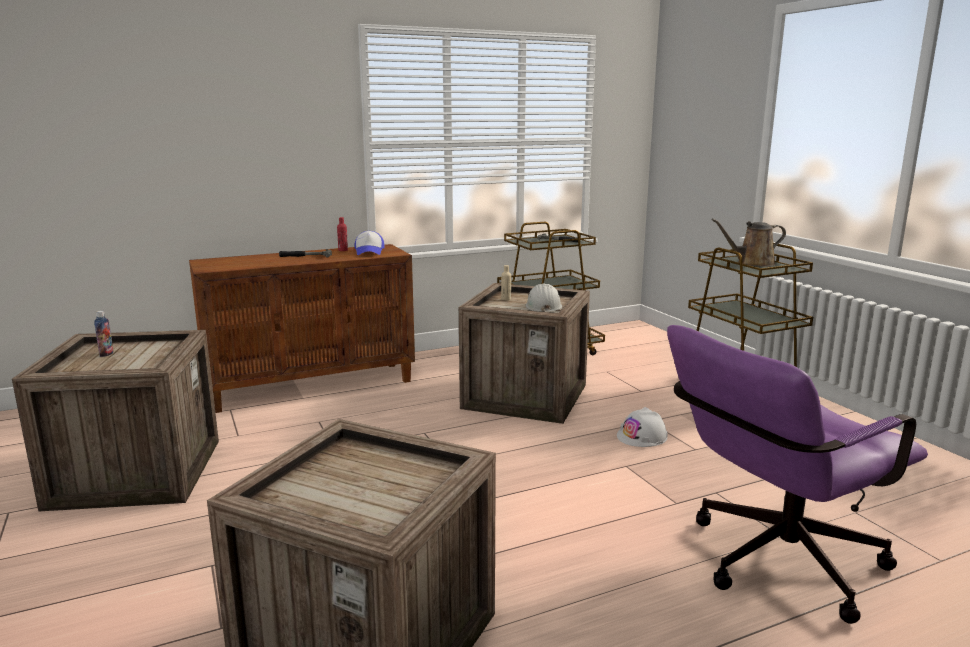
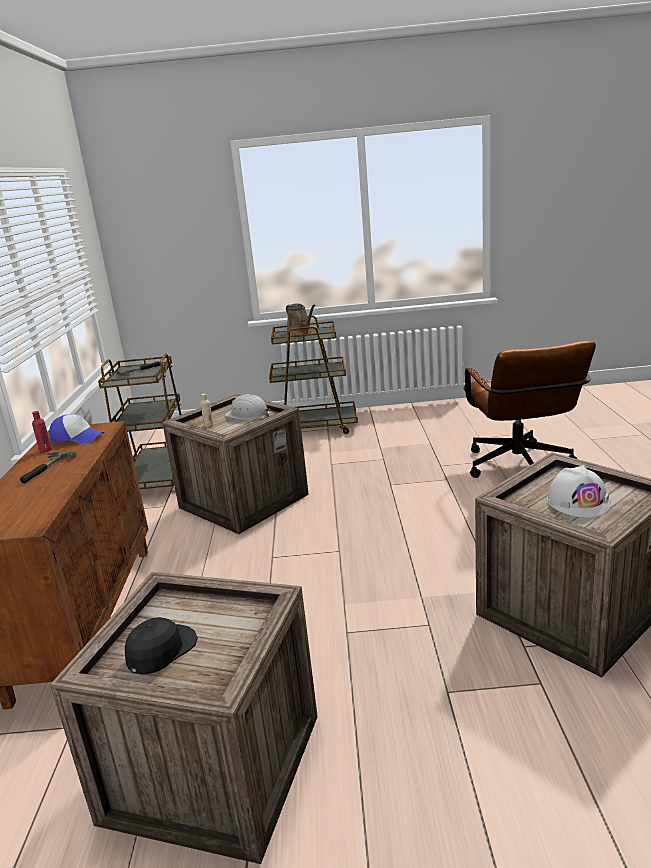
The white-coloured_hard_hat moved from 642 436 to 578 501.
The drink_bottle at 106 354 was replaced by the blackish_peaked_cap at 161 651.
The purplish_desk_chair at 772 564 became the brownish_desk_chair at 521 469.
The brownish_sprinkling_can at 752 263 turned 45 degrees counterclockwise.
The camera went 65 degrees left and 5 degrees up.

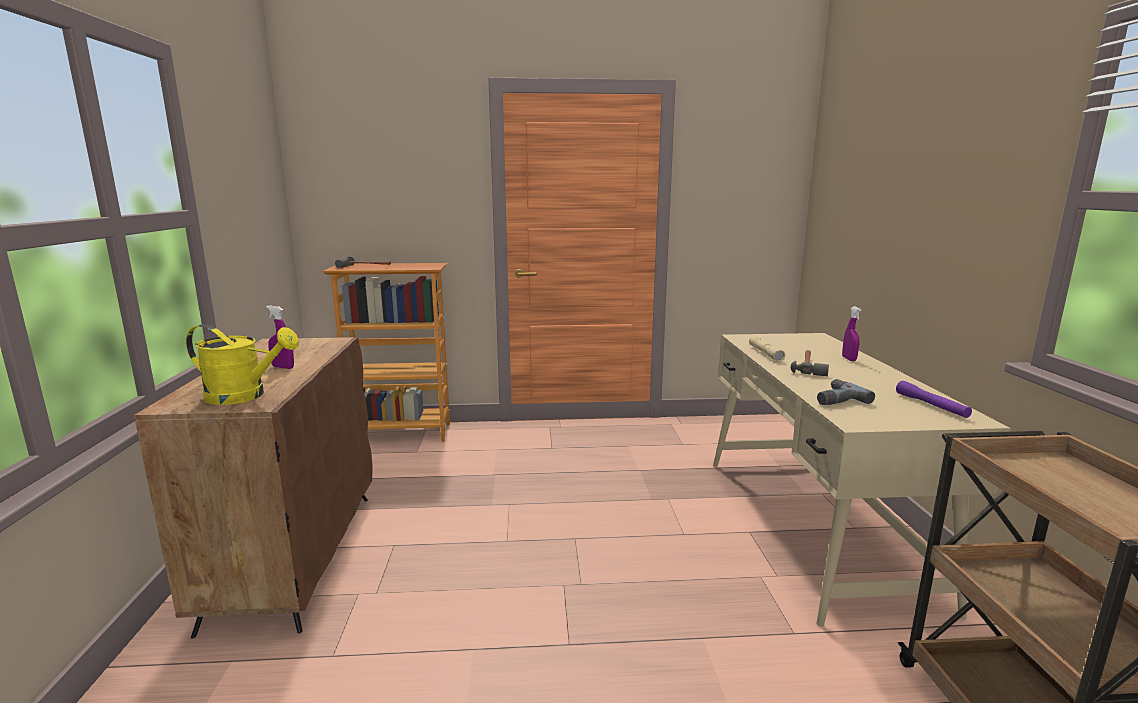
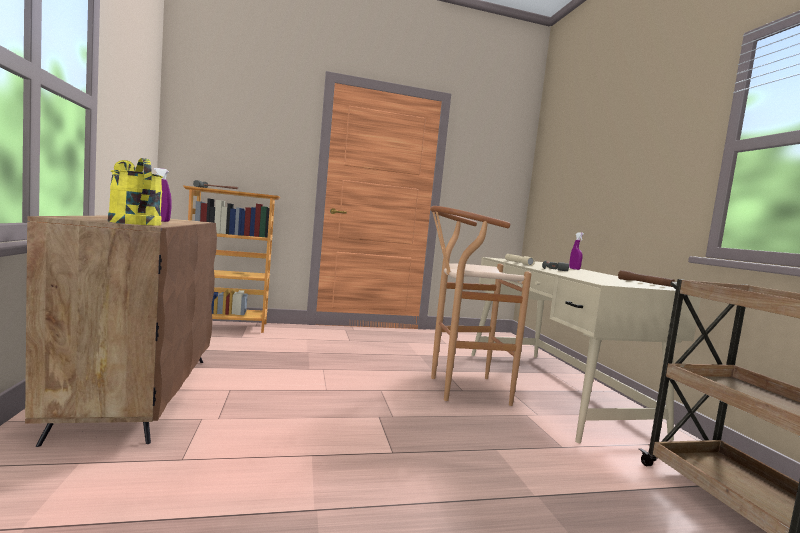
The electric_drill at 834 398 disappeared.
The brownish_stool at 460 389 appeared.
The purplish_flashlight at 931 405 became the brownish_flashlight at 644 283.
The yellow_sprinkling_can at 245 396 turned 135 degrees counterclockwise.
The camera went 10 degrees left and 10 degrees down.

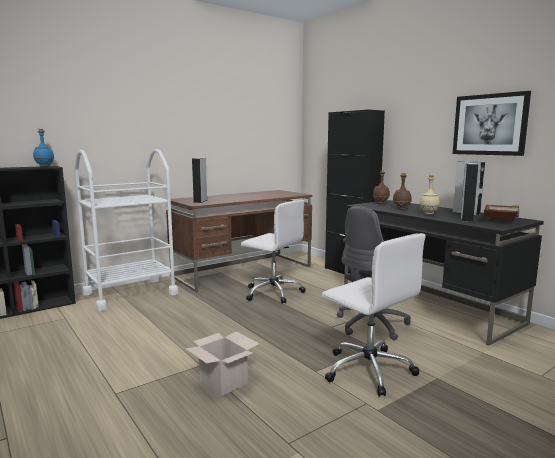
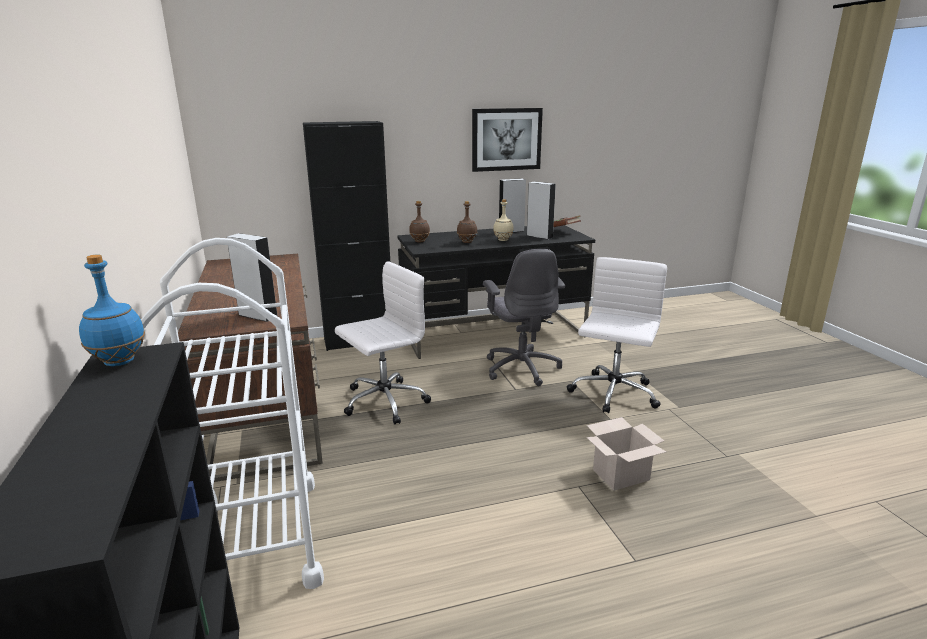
The white-coloured_desk_chair at 367 369 turned 45 degrees counterclockwise.
The camera went 70 degrees left and 10 degrees up.

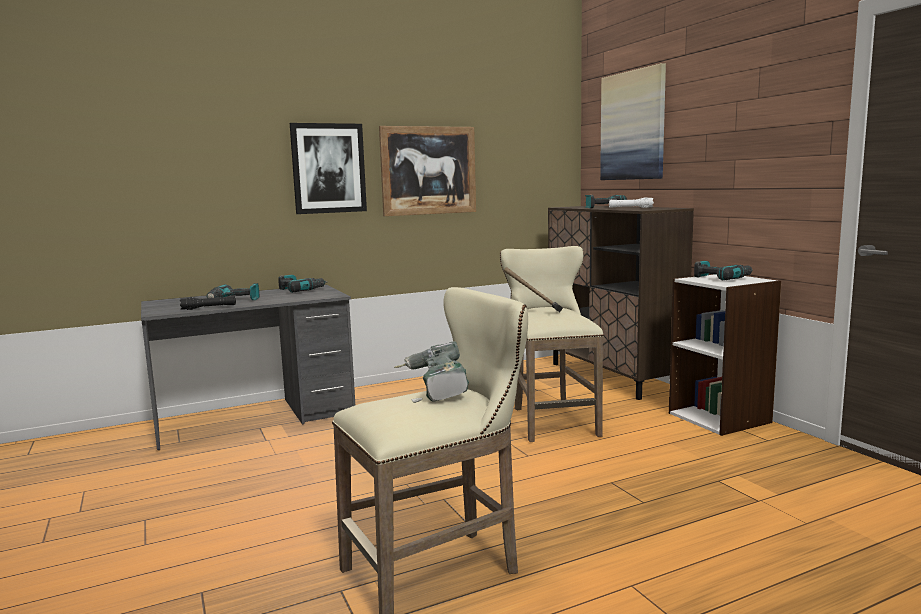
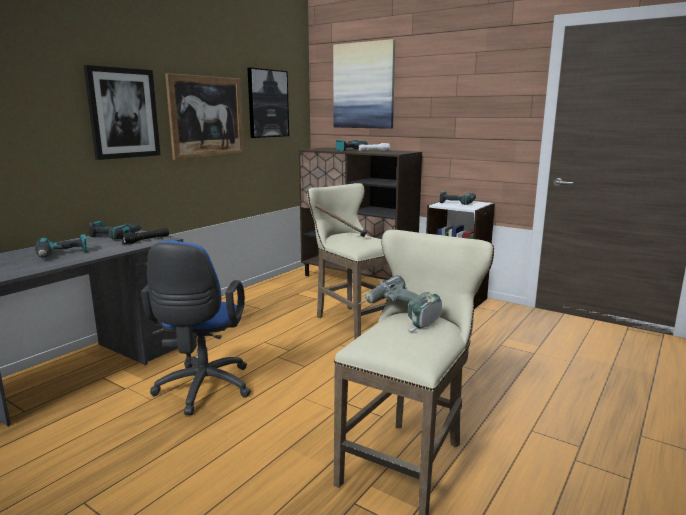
The blue-coloured_desk_chair at 202 390 appeared.
The picture at 267 103 appeared.
The blackish_flashlight moved from 209 308 to 146 240.
The camera went 30 degrees left and 5 degrees up.

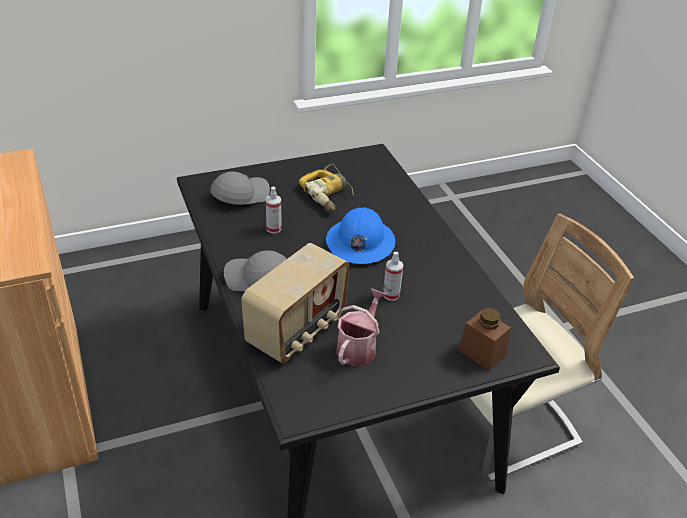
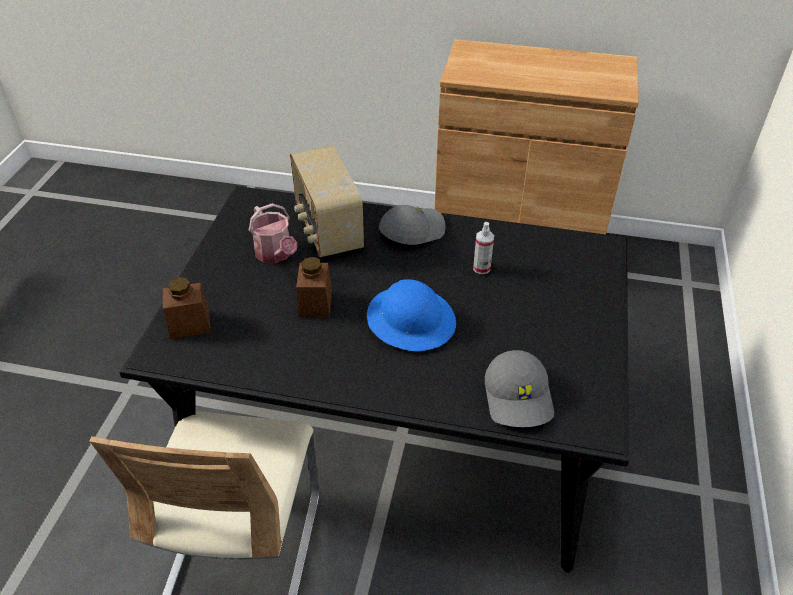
The electric_drill at 329 194 disappeared.
The greyish_peaked_cap moved from 240 195 to 519 397.
The hand_sprayer at 391 295 was replaced by the brownish_preserve_jar at 315 304.
The camera went 125 degrees right and 5 degrees up.

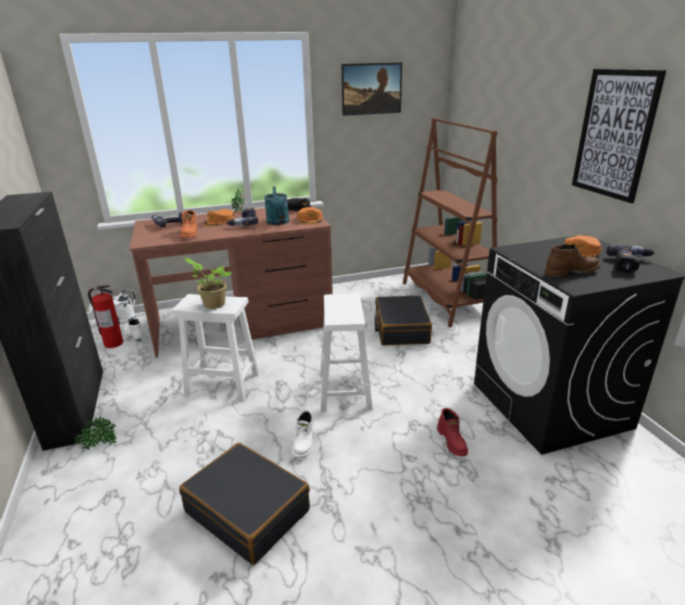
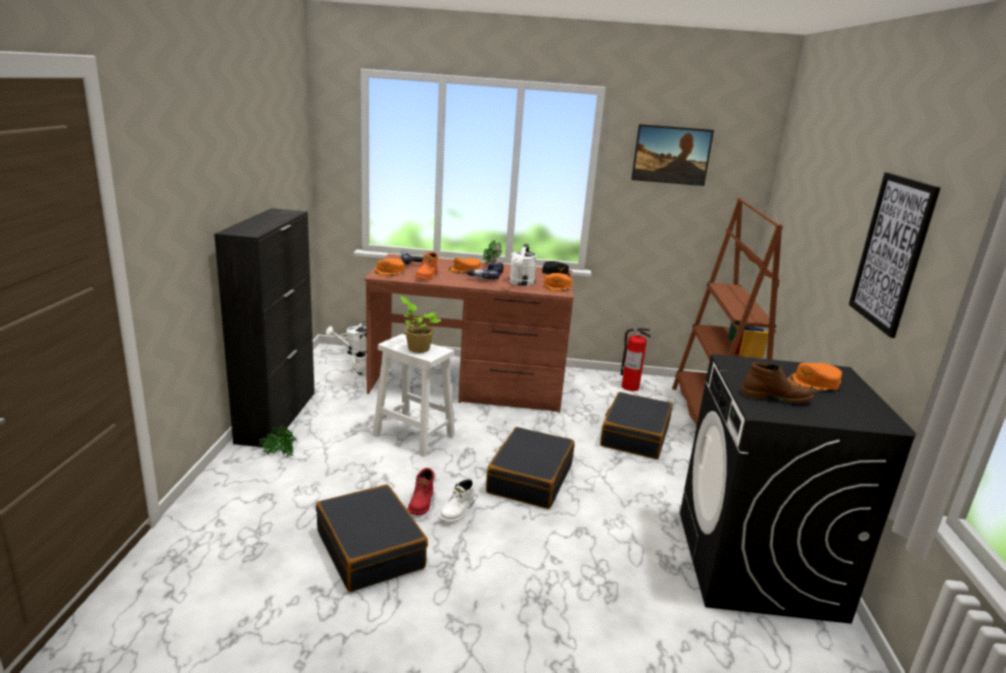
The electric_drill at 630 265 disappeared.
The orange-coloured_peaked_cap at 389 272 appeared.
The fire_extinguisher moved from 113 343 to 629 387.
The reddish_boot moved from 452 441 to 422 503.
The white-coloured_stool at 345 392 was replaced by the blackish_travel_case at 529 478.
The turquoise-coloured_sprinkling_can at 278 223 became the white-coloured_sprinkling_can at 521 283.
The camera went 20 degrees right and 5 degrees down.

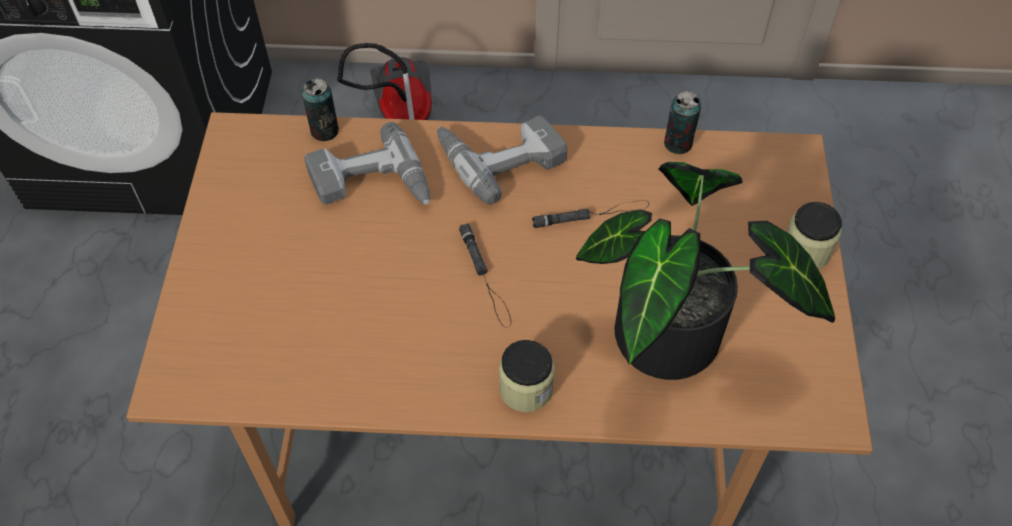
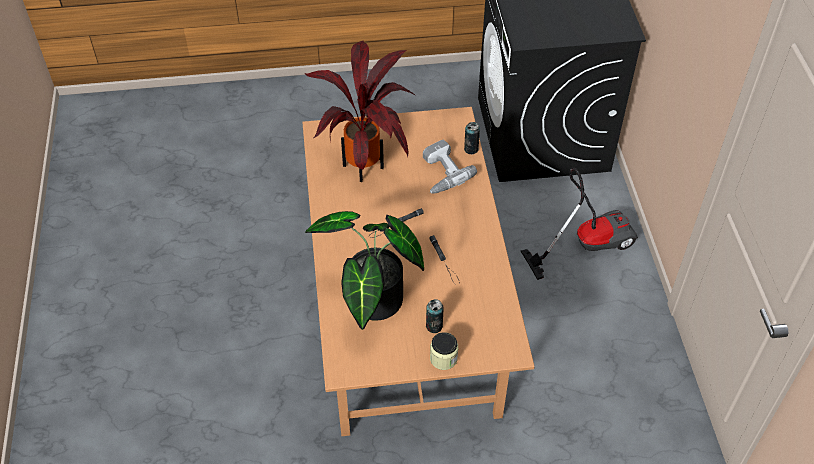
The electric_drill at 499 156 disappeared.
The preserve_jar at 526 388 disappeared.
The plant_in_a_pot at 368 166 appeared.
The can moved from 678 144 to 434 326.
The camera went 80 degrees right and 5 degrees down.

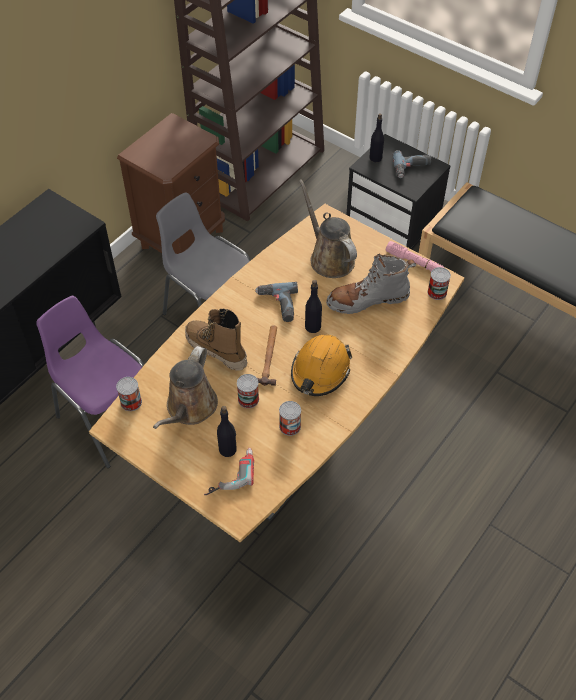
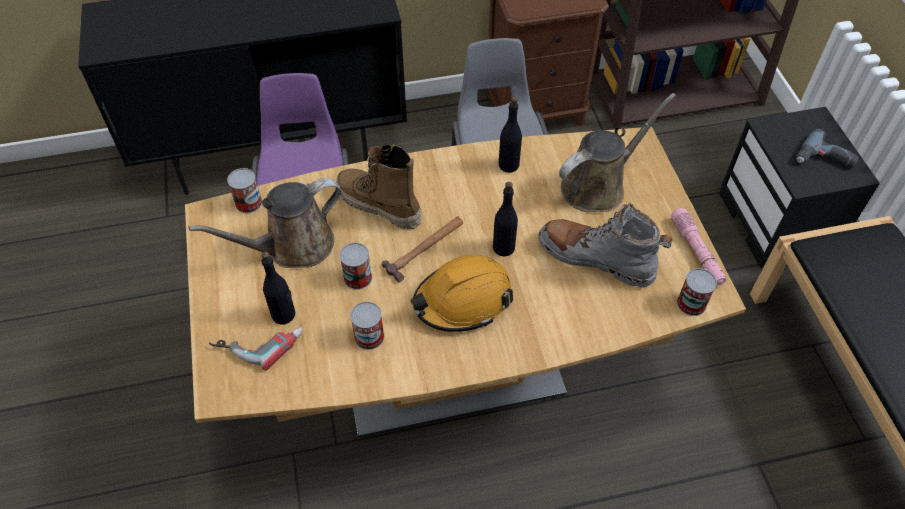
The electric_drill at 277 305 disappeared.
The blackish_drink_bottle moved from 375 158 to 509 165.
The boot at 216 350 turned 45 degrees counterclockwise.
The brownish_sprinkling_can at 329 257 turned 45 degrees clockwise.
The camera went 40 degrees right and 0 degrees up.

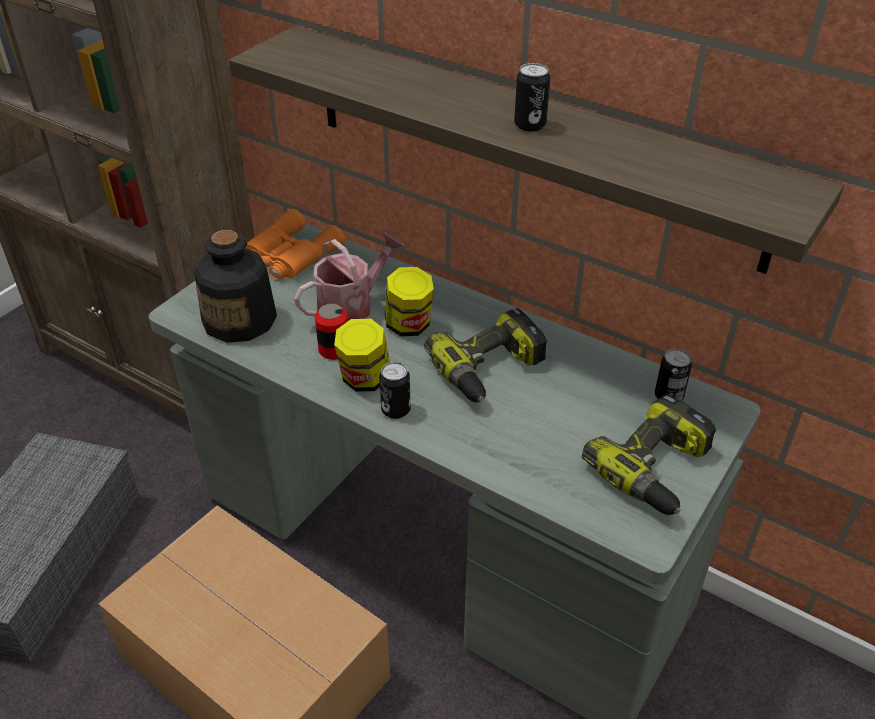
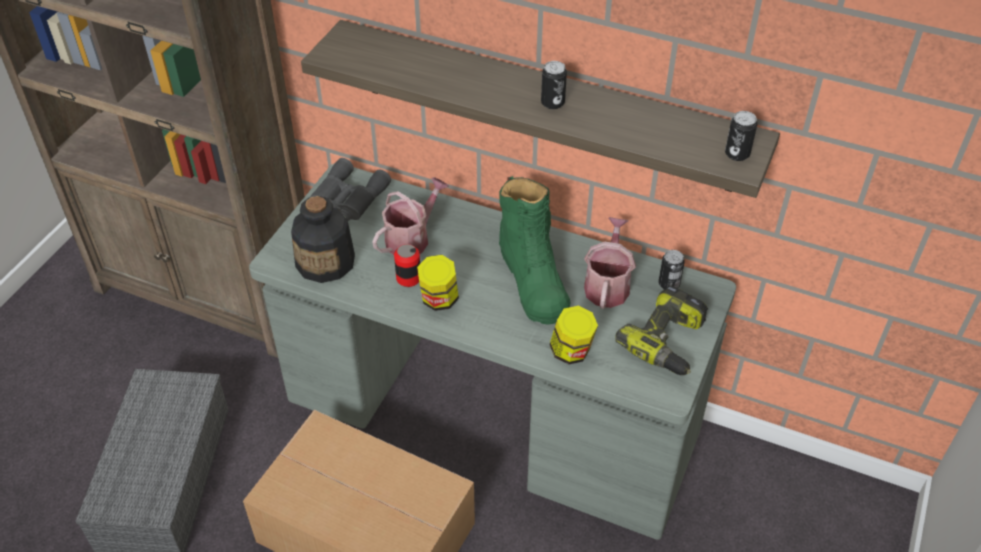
The sprinkling_can at 607 285 appeared.
The can moved from 395 410 to 737 154.
The preserve_jar moved from 409 326 to 571 352.
The electric_drill at 490 370 was replaced by the green-coloured_boot at 532 280.
The orange-coloured_field_glasses at 289 255 became the greyish_field_glasses at 347 199.
The camera went 10 degrees left and 5 degrees up.

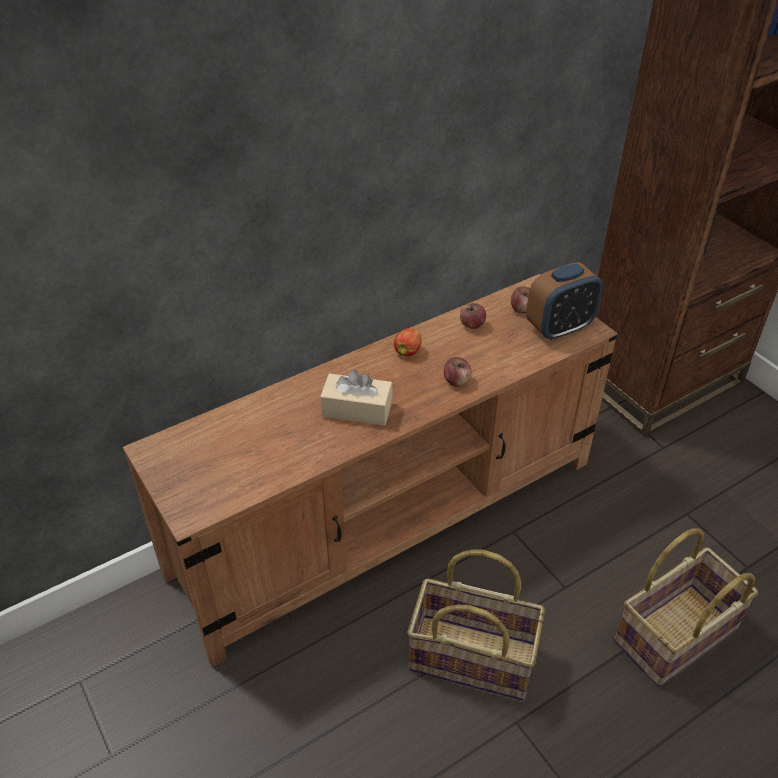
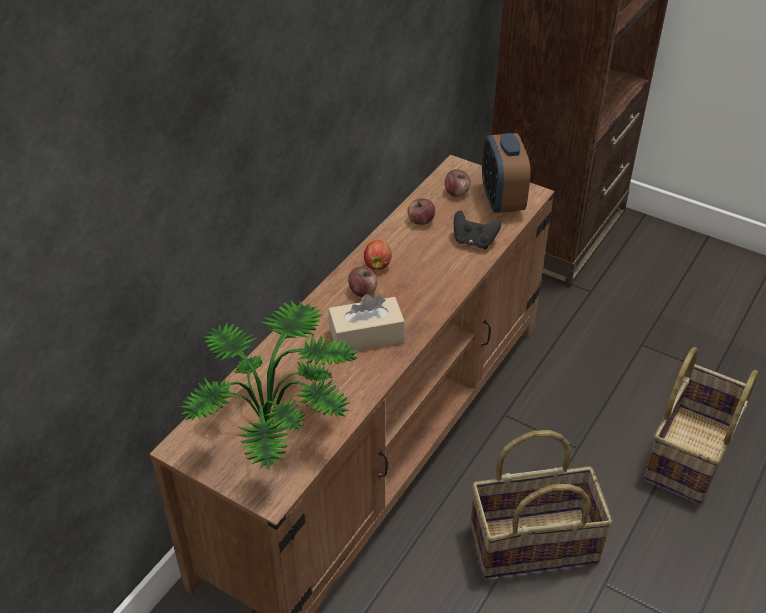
The plant_in_a_pot at 278 426 appeared.
The blackish_gamepad at 474 241 appeared.
The whole_apple moved from 456 381 to 363 291.
The bedside_clock at 559 328 turned 135 degrees clockwise.
The camera went 25 degrees left and 0 degrees up.

